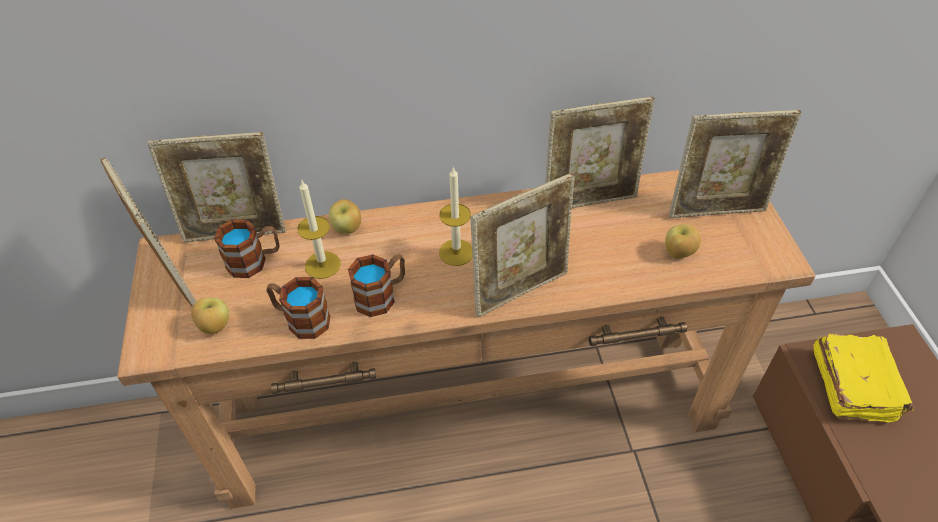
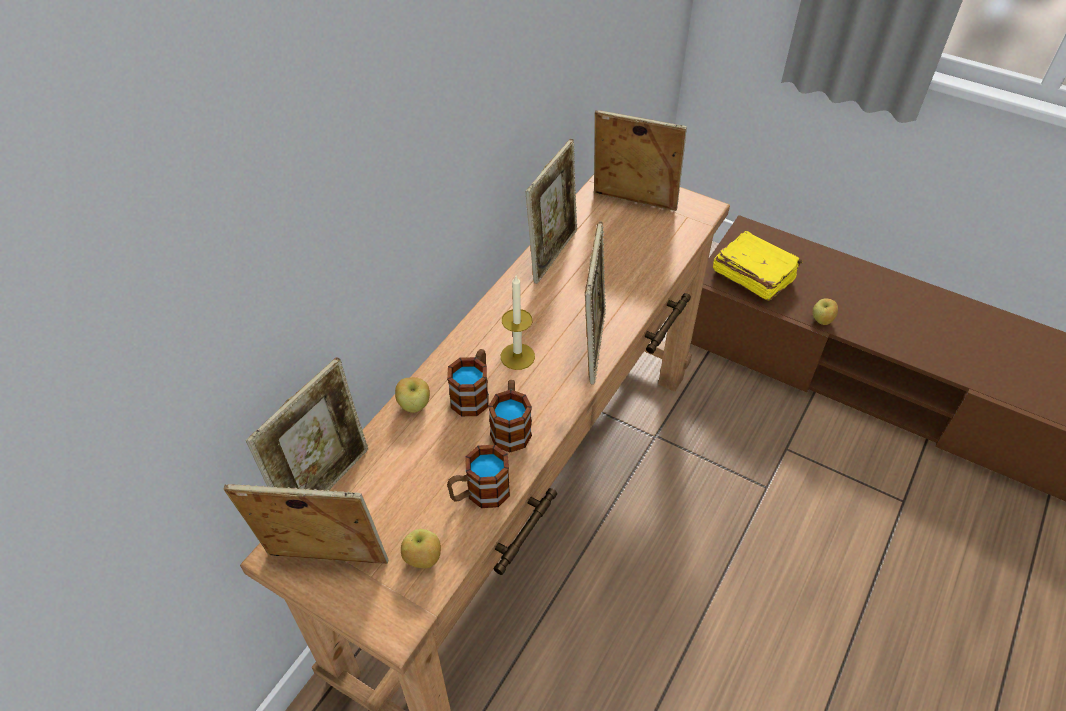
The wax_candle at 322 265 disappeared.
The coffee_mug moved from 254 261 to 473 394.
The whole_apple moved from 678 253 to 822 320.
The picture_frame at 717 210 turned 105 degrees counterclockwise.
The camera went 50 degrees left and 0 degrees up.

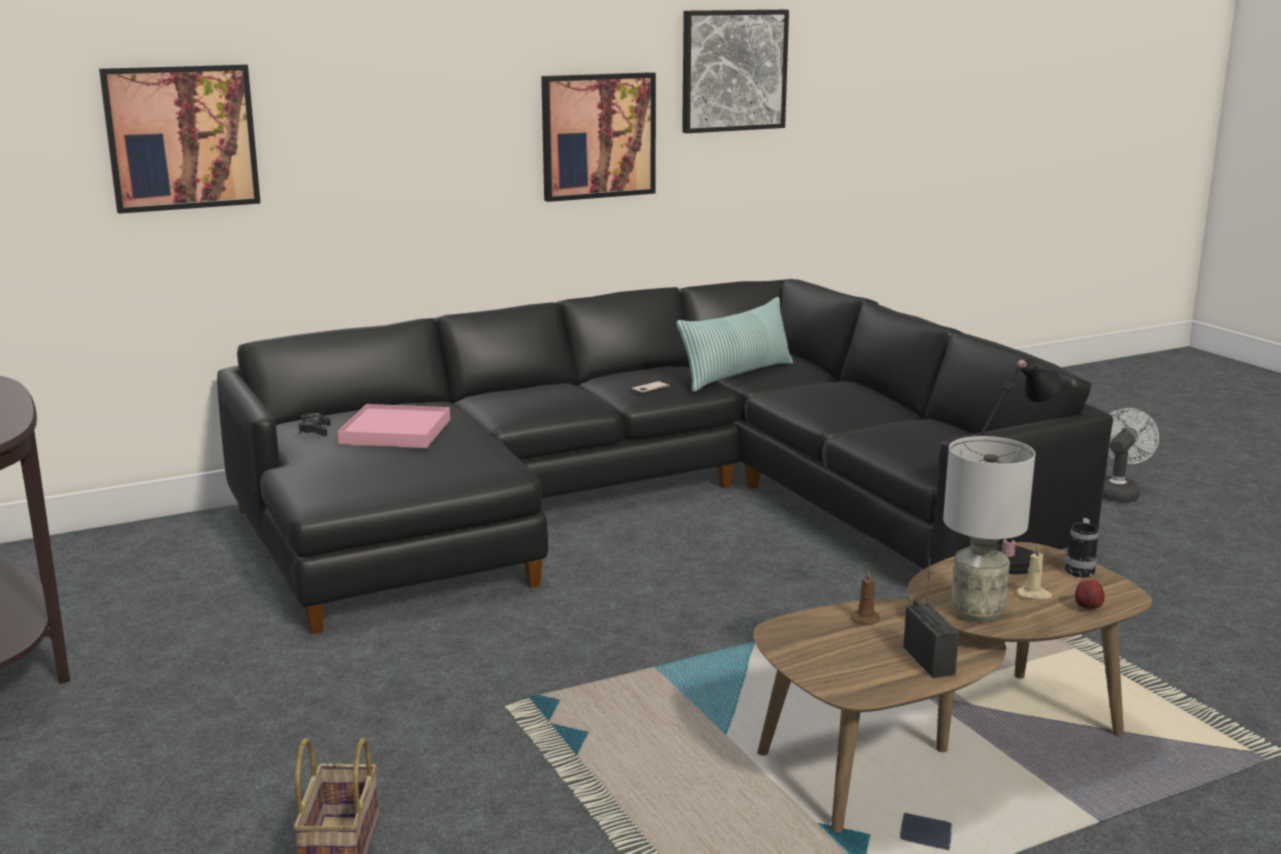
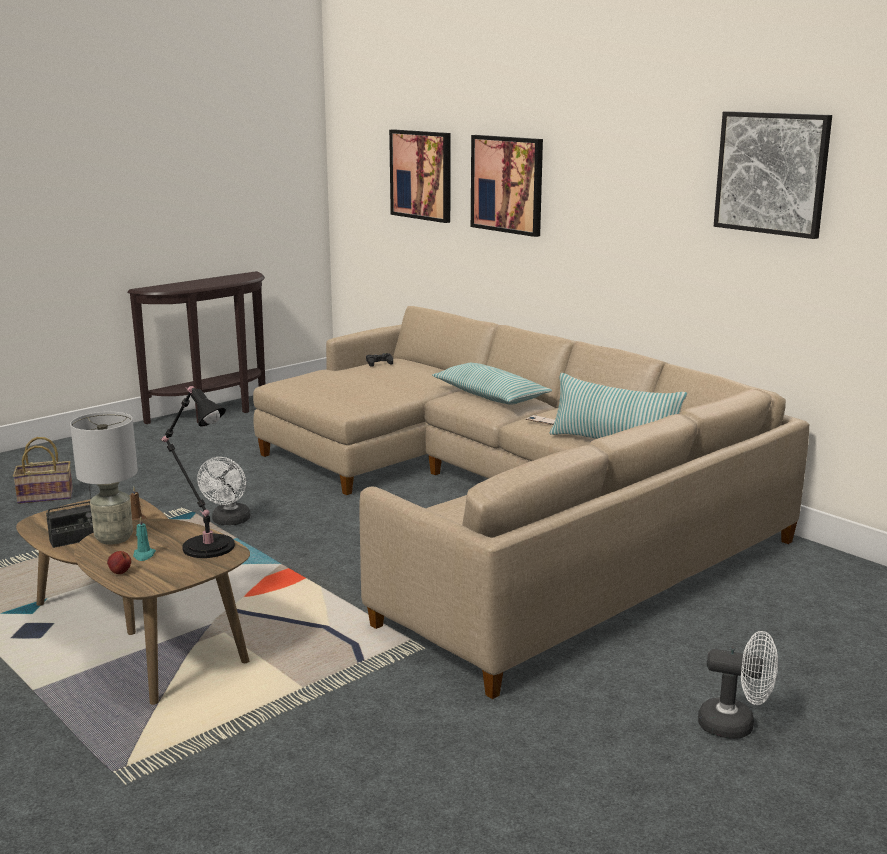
The pink_tray at 395 432 disappeared.
The coffee_mug at 1080 569 disappeared.
The white-coloured_electric_fan at 229 521 appeared.
The cushion at 490 396 appeared.
The picture moved from 598 136 to 507 184.
The blackish_sofa at 643 507 became the sand-coloured_sofa at 505 507.
The sand-coloured_wax_candle at 1034 595 became the turquoise-coloured_wax_candle at 144 555.
The camera went 75 degrees right and 0 degrees up.

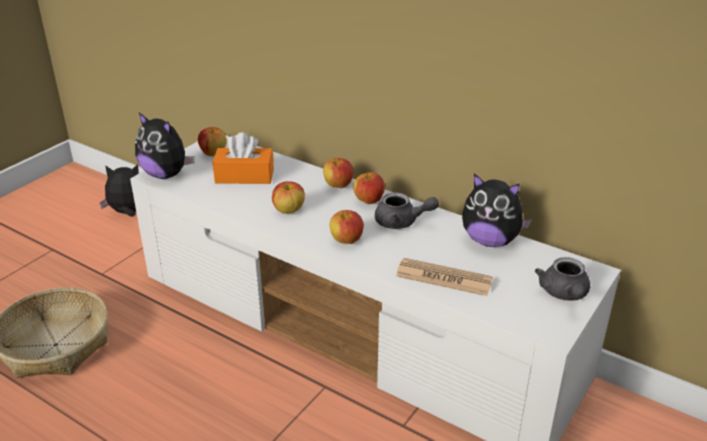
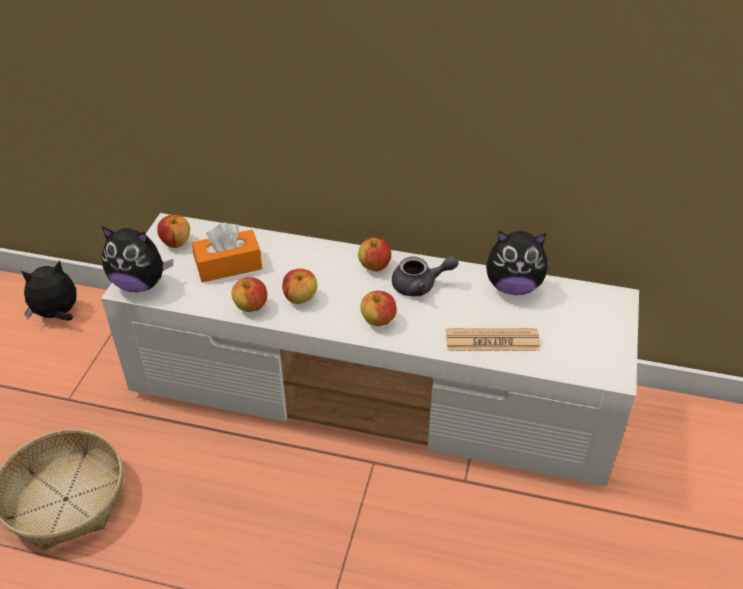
The greyish_teapot at 564 294 disappeared.
The whole_apple moved from 338 185 to 251 306.
The camera went 20 degrees left and 10 degrees up.

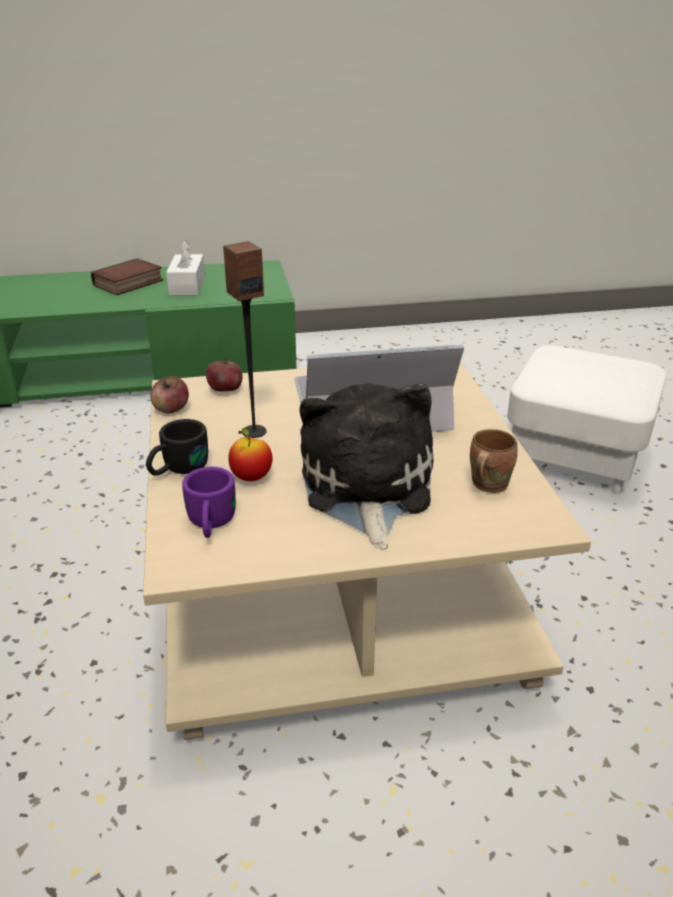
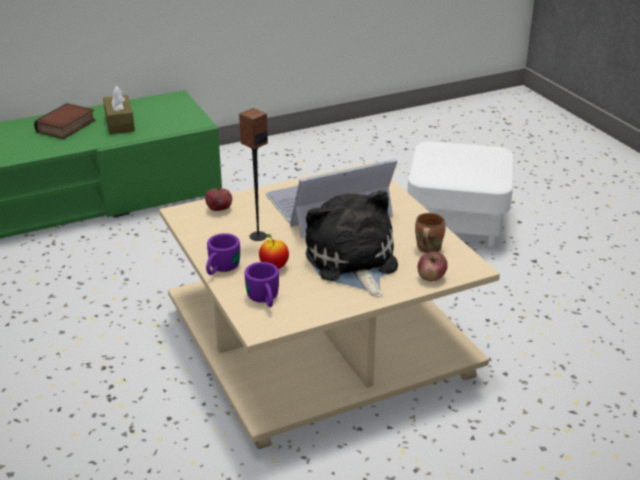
The whole_apple moved from 171 409 to 431 277.
The blackish_coffee_mug at 177 469 became the purplish_coffee_mug at 220 269.
The white-coloured_tissue_holder at 187 286 became the brownish_tissue_holder at 119 123.
The camera went 15 degrees left and 0 degrees up.

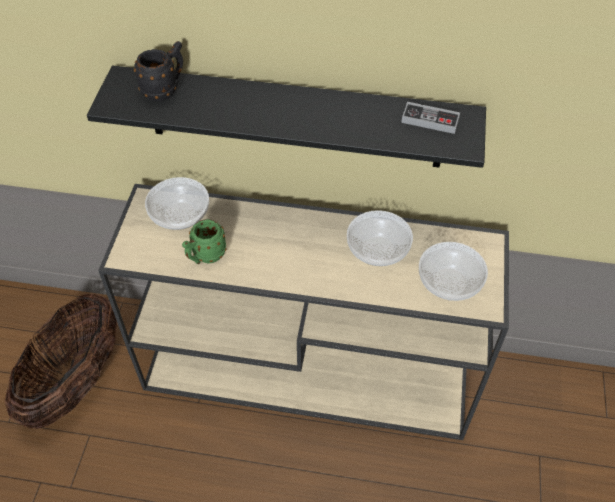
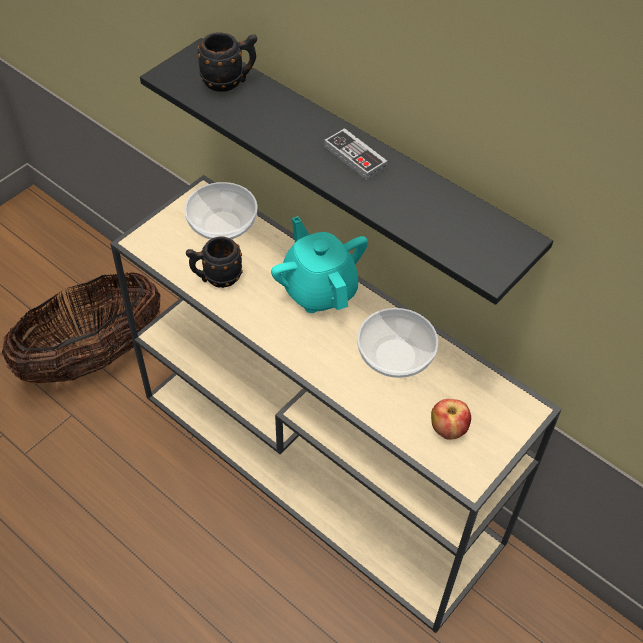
The turquoise-coloured_teapot at 319 289 appeared.
The gamepad moved from 430 120 to 355 157.
The deep_dish at 450 282 was replaced by the whole_apple at 448 429.
The green-coloured_coffee_mug at 205 257 became the blackish_coffee_mug at 216 278.
The camera went 30 degrees right and 0 degrees up.

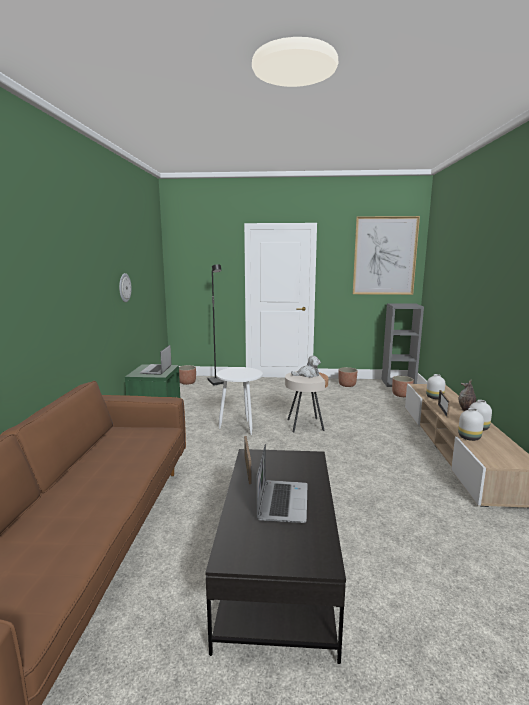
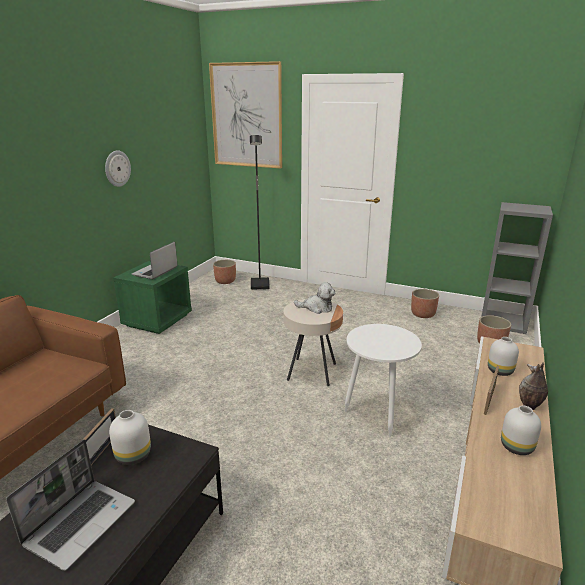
The white-coloured_end_table moved from 240 427 to 377 416.
The picture moved from 384 256 to 246 116.
The white-coloured_flower_vase moved from 469 437 to 134 455.
The camera went 20 degrees right and 10 degrees up.

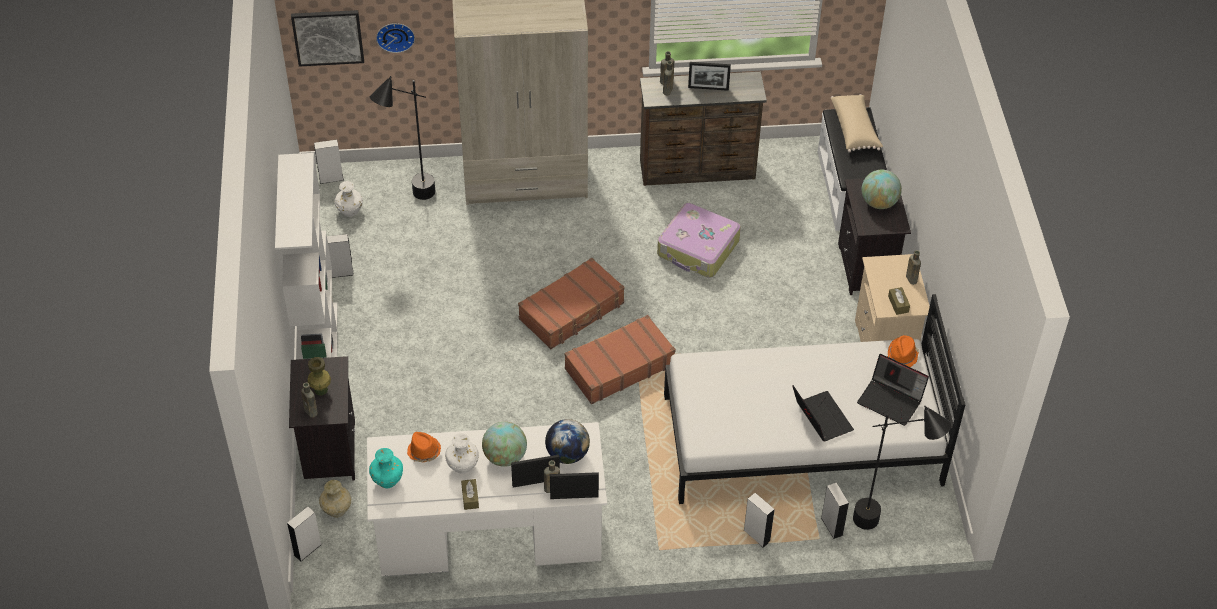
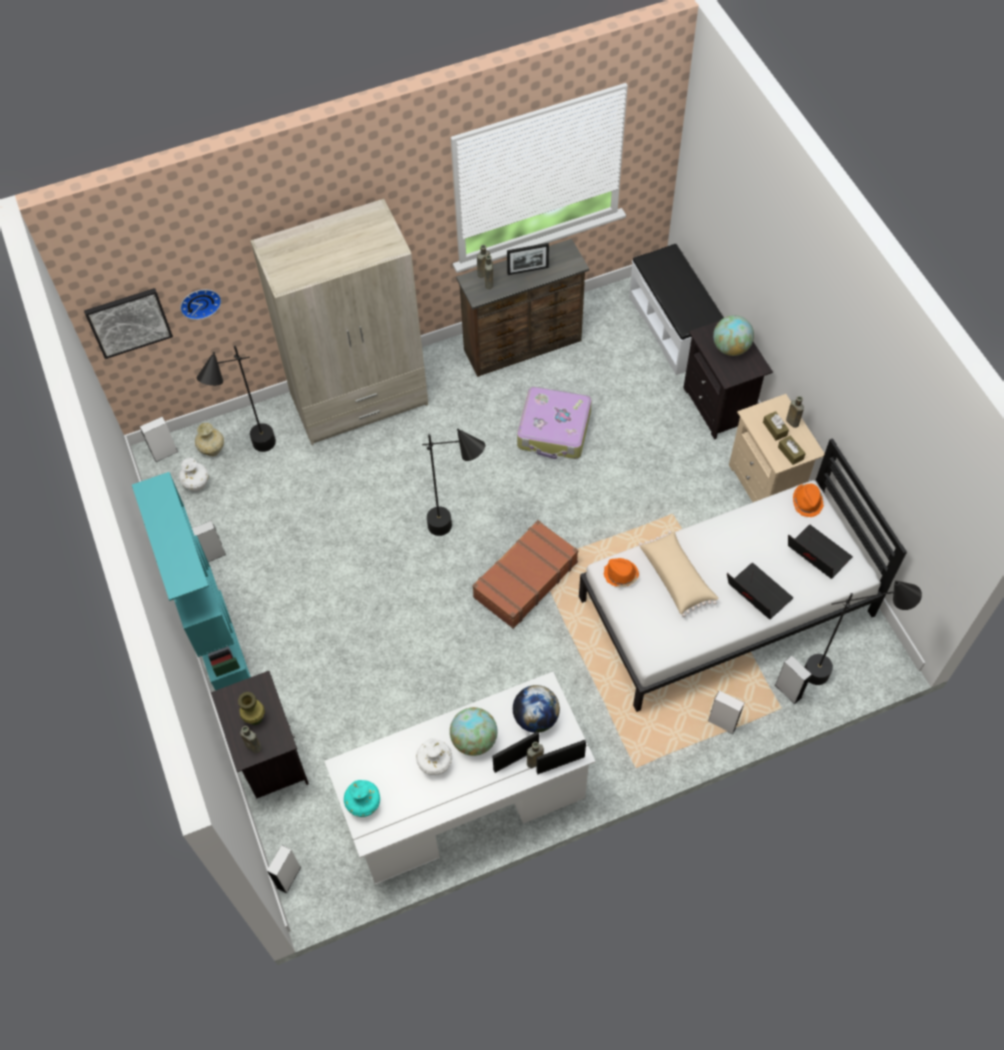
The sand-coloured_flower_vase moved from 337 509 to 212 449.
The orange-coloured_wearable_hat moved from 424 451 to 620 575.
The brownish_tissue_holder moved from 470 497 to 774 429.
The sand-coloured_cushion moved from 855 129 to 677 577.
The brownish_travel_case at 572 311 was replaced by the blackish_standing_lamp at 458 532.
The white-coloured_bookcase at 319 348 became the turquoise-coloured_bookcase at 220 646.
The laptop at 891 400 turned 150 degrees counterclockwise.
The camera went 15 degrees left and 10 degrees up.

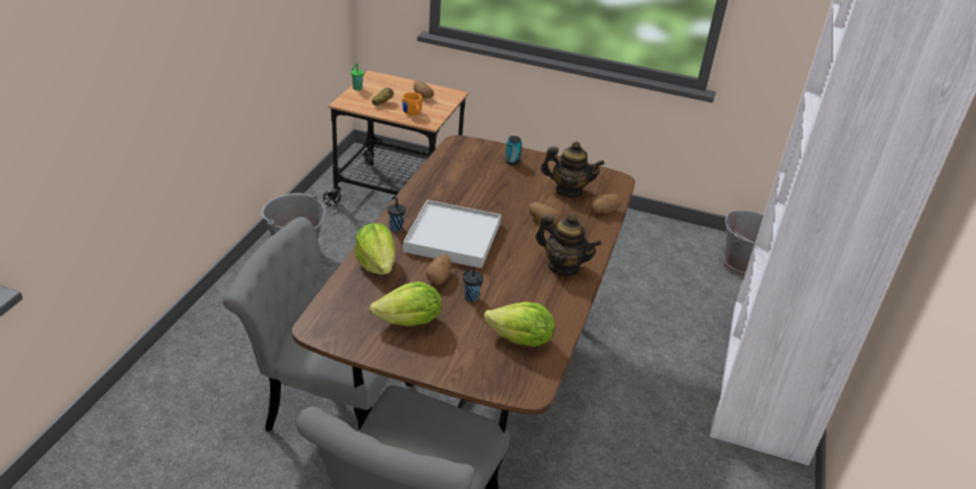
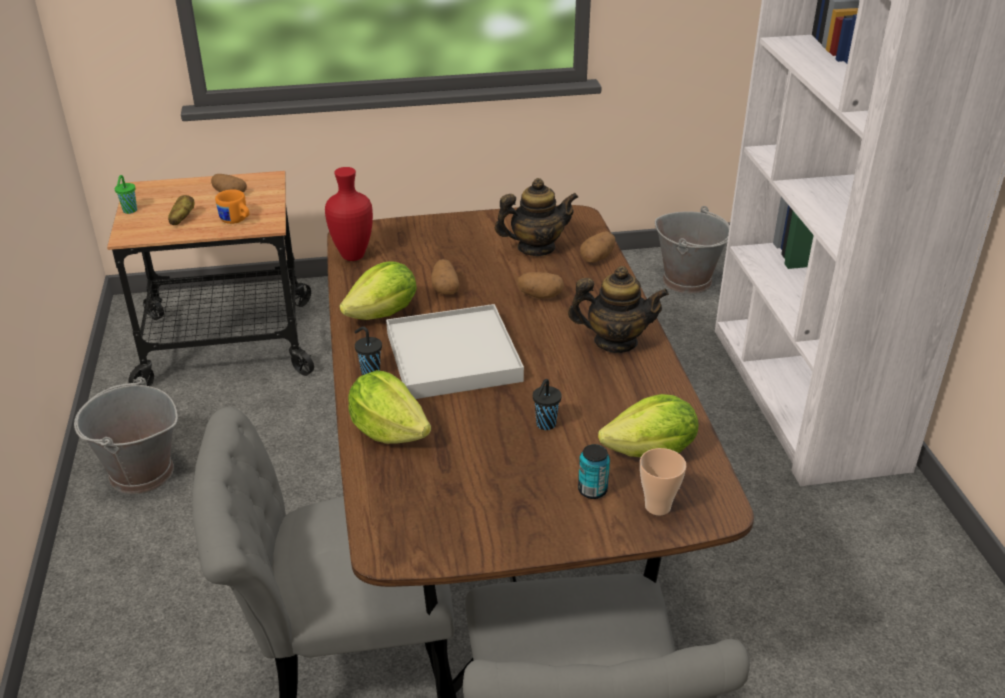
The reddish_flower_vase at 351 256 appeared.
The small_cup at 657 506 appeared.
The head_of_lettuce moved from 410 322 to 383 314.
The spud moved from 439 277 to 445 288.
The can moved from 512 161 to 592 490.
The camera went 25 degrees left and 0 degrees up.

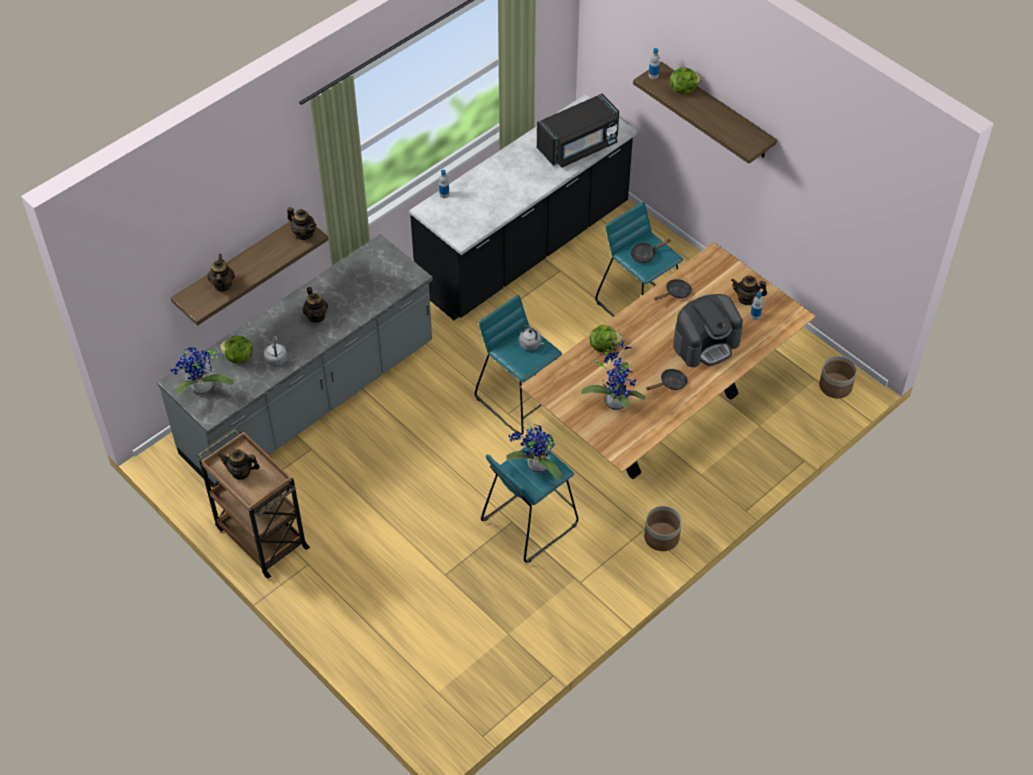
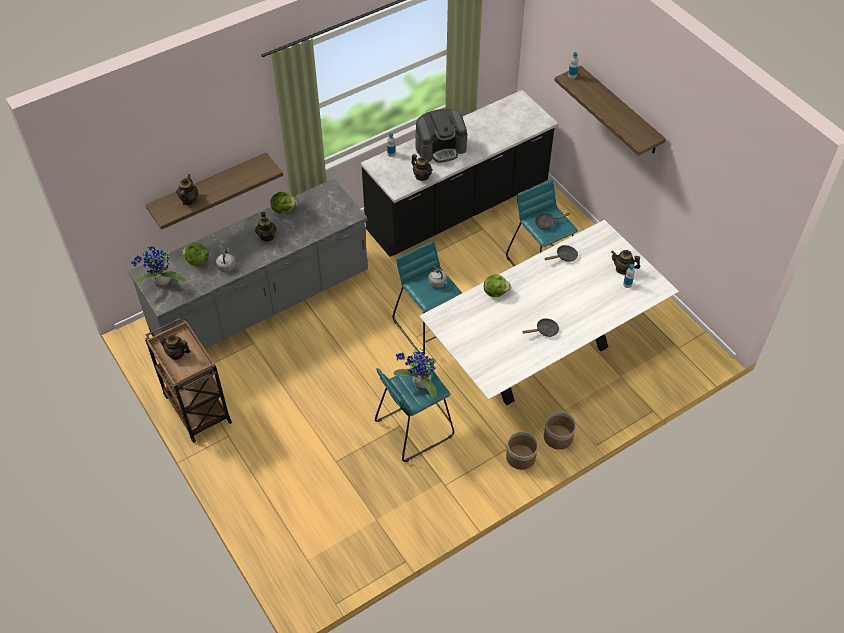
The blackish_microwave at 578 146 disappeared.
The plant_in_a_pot at 615 400 disappeared.
The teapot moved from 304 233 to 422 176.
The head_of_lettuce moved from 683 89 to 283 209.
The coffee_maker moved from 706 344 to 440 148.
The flower_pot moved from 835 386 to 558 437.
The brownish_kitchen_table at 663 415 became the white-coloured_kitchen_table at 542 356.
The camera went 10 degrees right and 0 degrees up.

